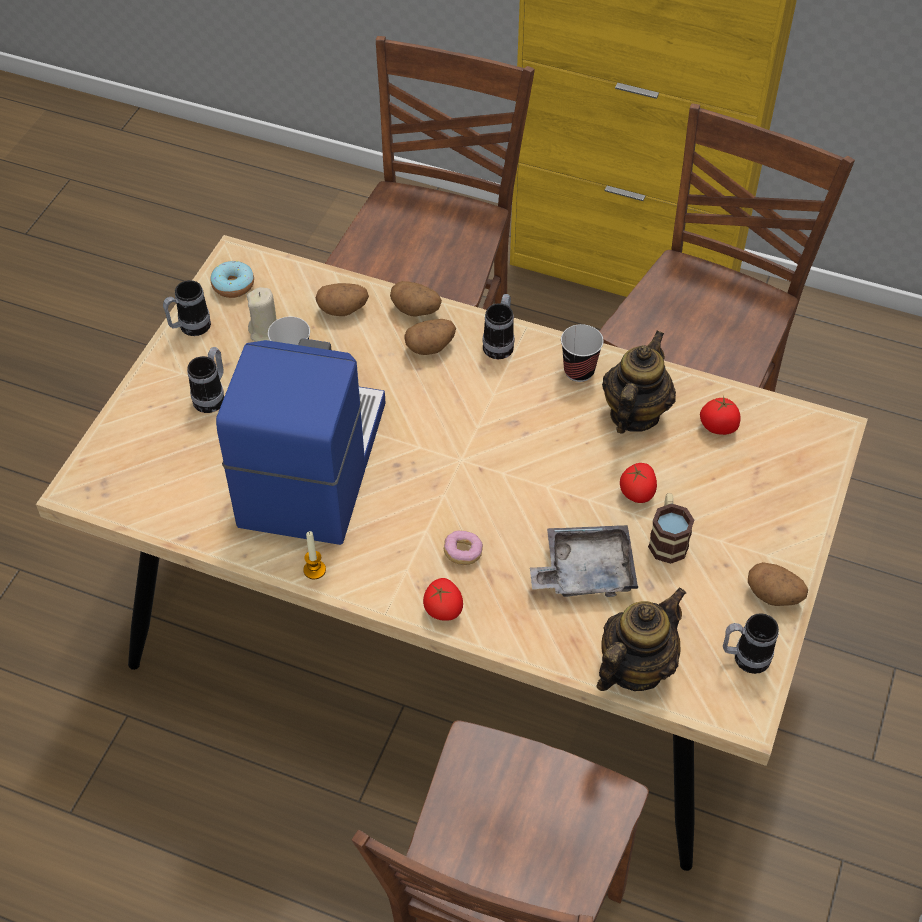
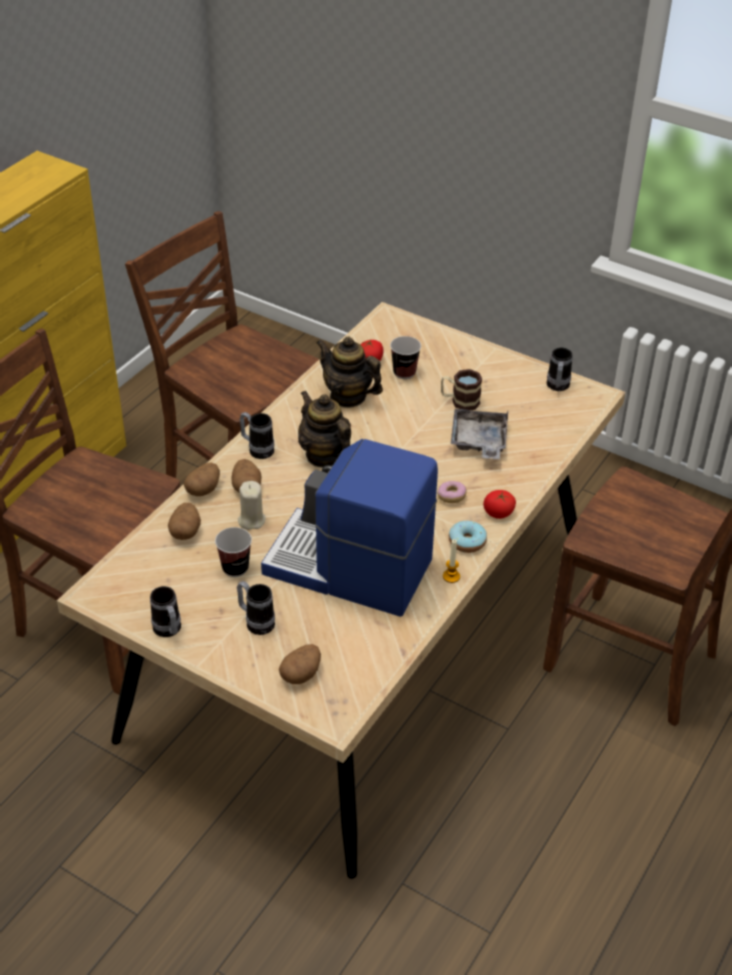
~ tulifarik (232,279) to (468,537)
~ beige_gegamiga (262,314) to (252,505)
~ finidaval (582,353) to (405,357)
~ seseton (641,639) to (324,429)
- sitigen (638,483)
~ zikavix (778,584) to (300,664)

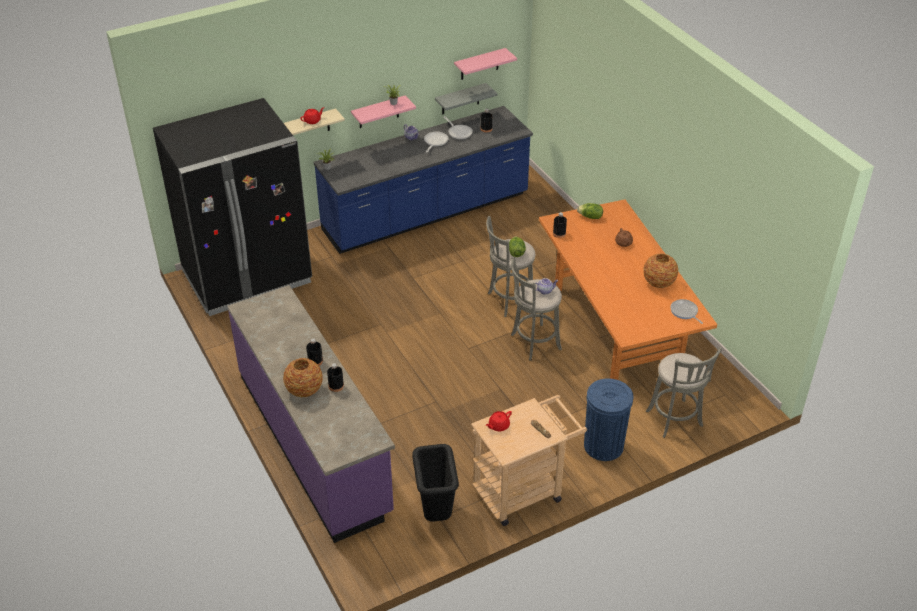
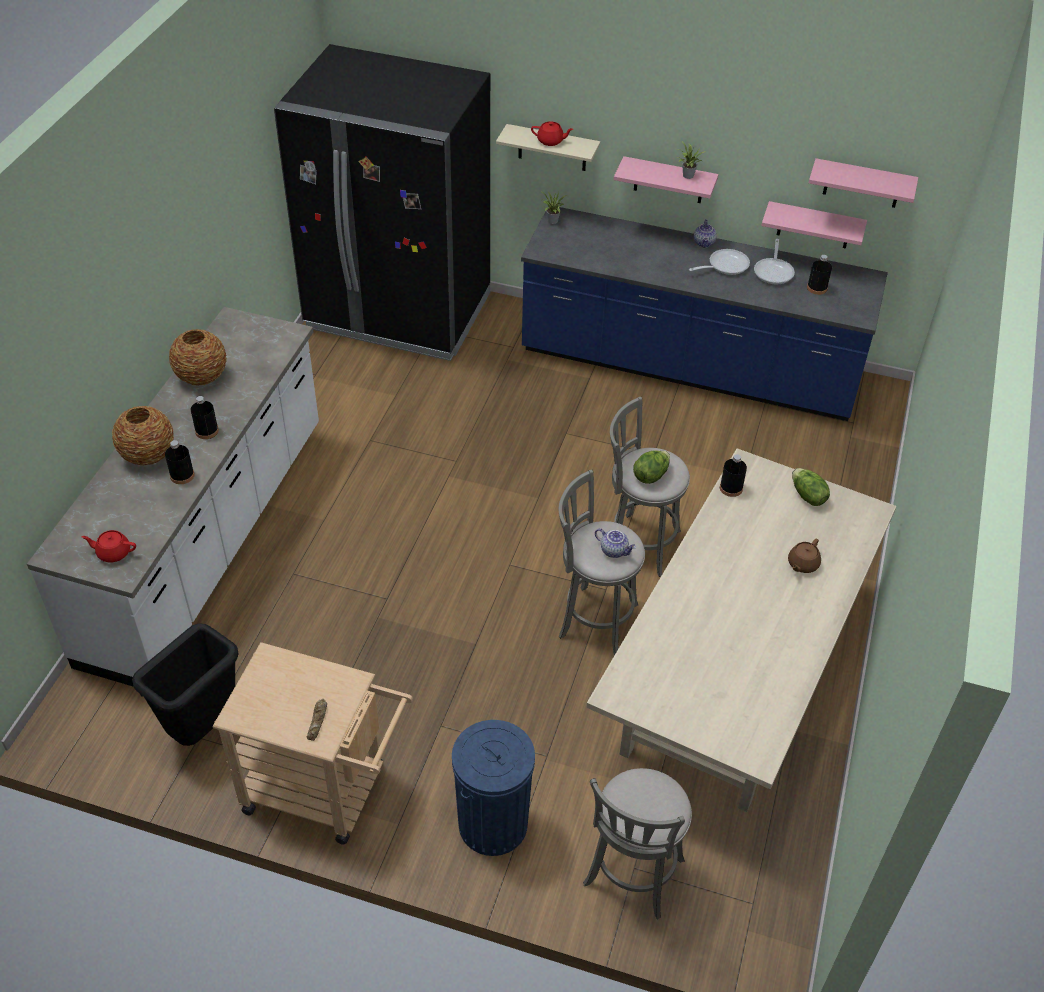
~ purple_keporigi (311,414) to white_keporigi (173,496)
~ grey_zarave (466,98) to pink_zarave (814,225)
~ red_seseton (499,421) to (108,546)
~ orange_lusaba (628,289) to beige_lusaba (741,630)
~ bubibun (660,270) to (198,357)
- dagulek (687,311)

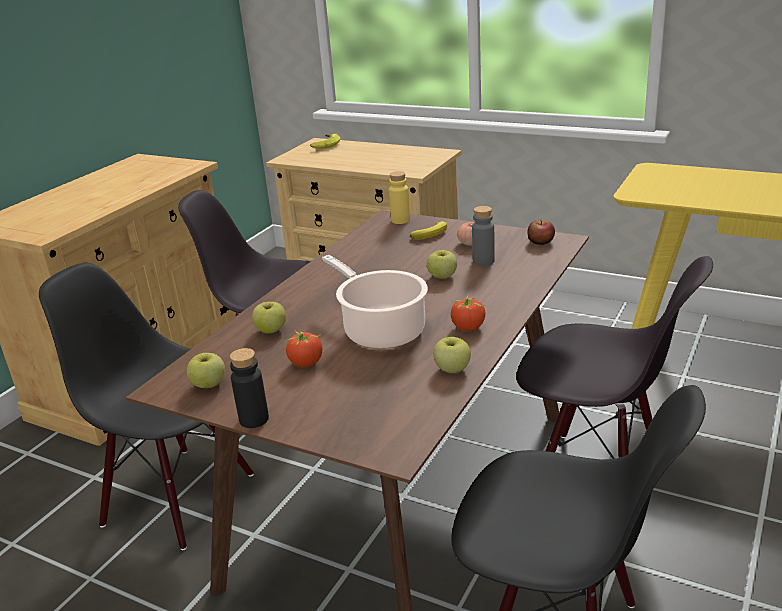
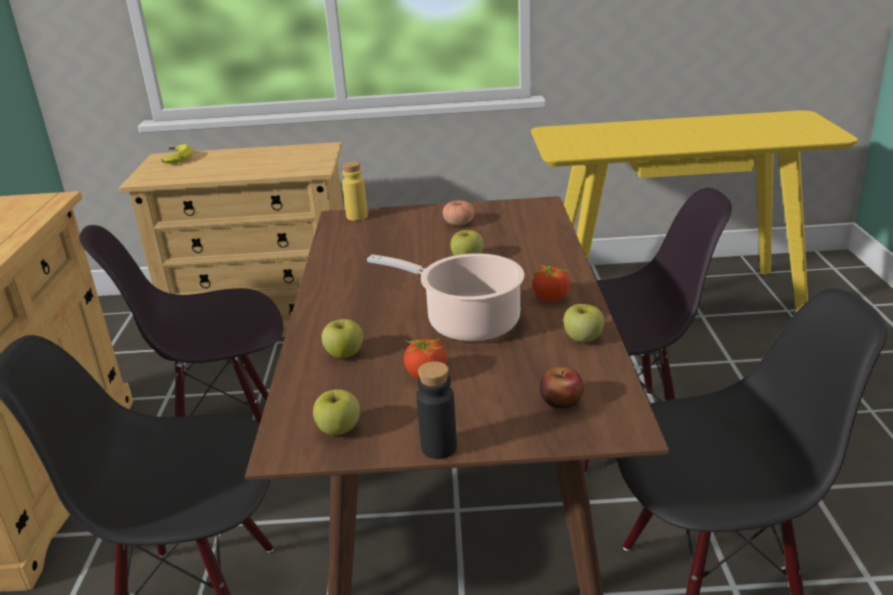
- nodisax (428,230)
- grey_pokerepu (483,236)
~ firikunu (541,232) to (562,387)

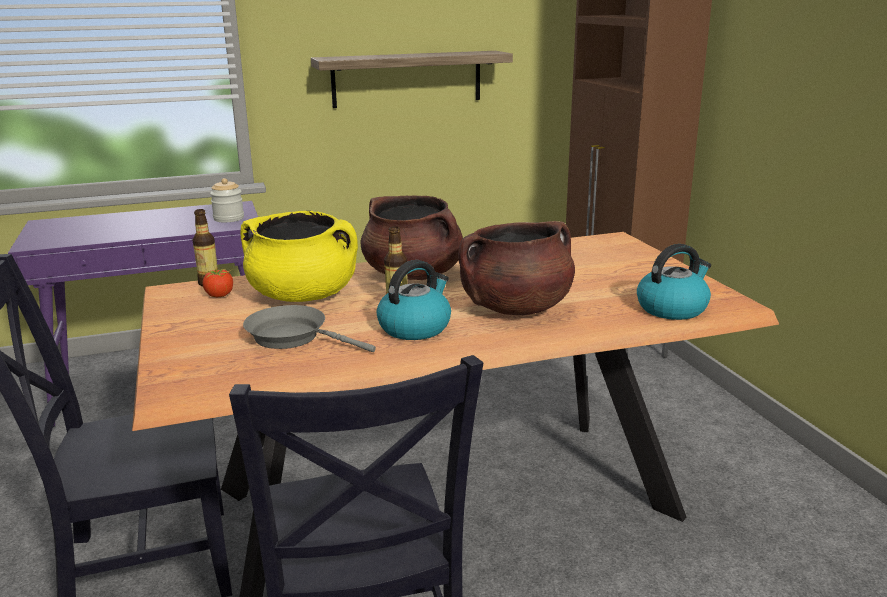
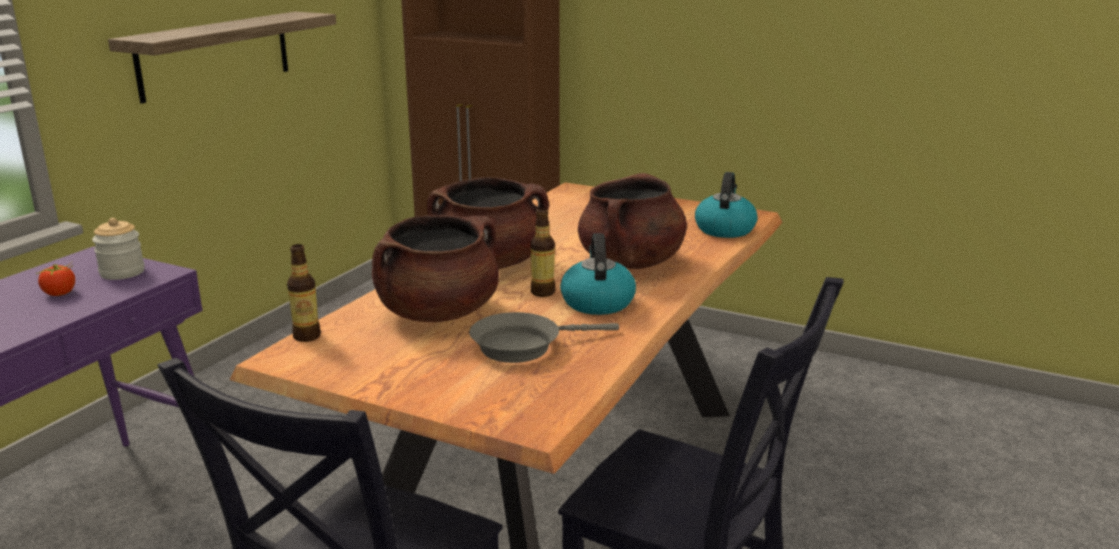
~ sitigen (217,282) to (56,279)
~ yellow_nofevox (299,256) to brown_nofevox (435,268)

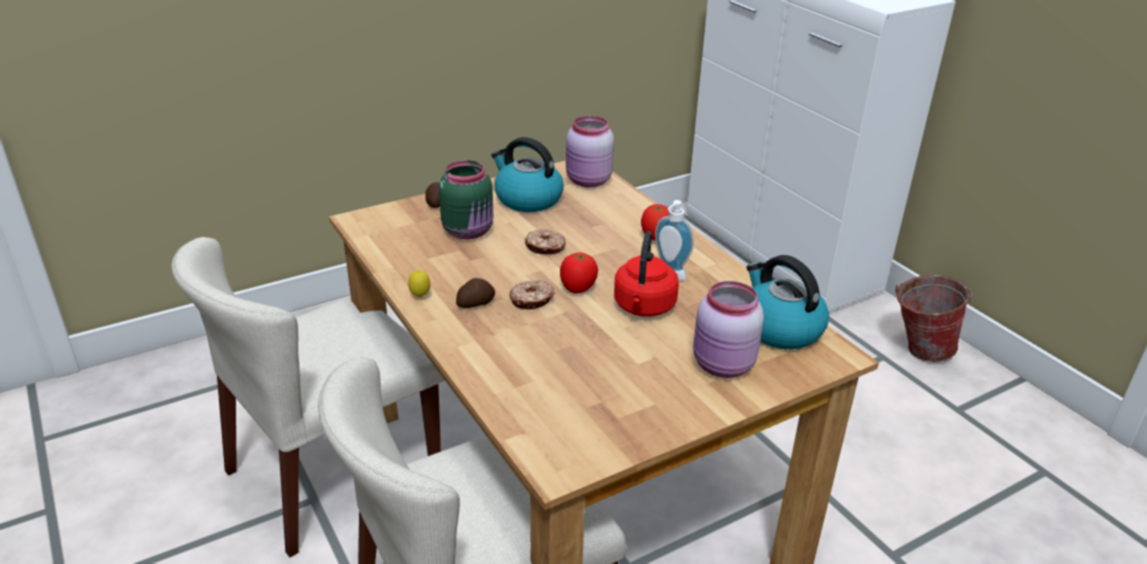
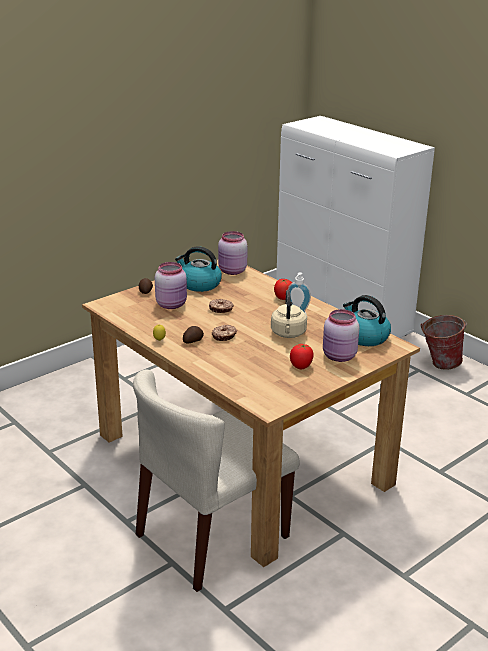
- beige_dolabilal (307,397)
~ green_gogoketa (466,199) to pink_gogoketa (171,285)
~ sitigen (579,272) to (302,356)
~ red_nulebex (646,274) to beige_nulebex (289,314)

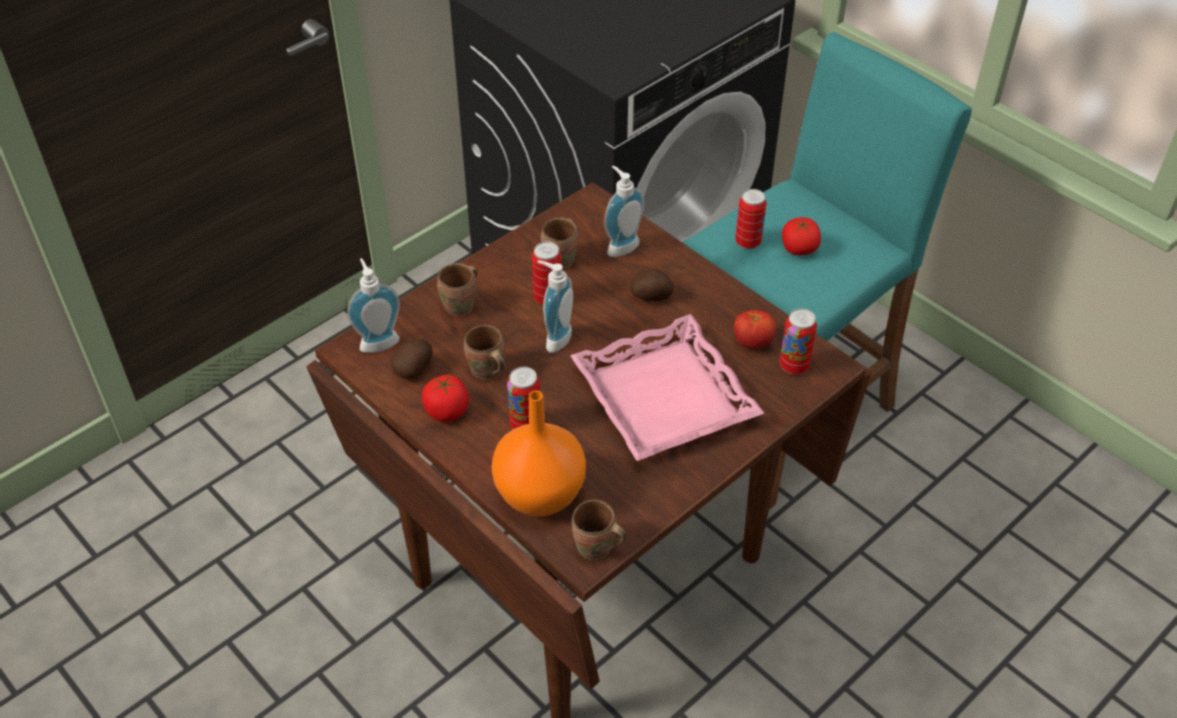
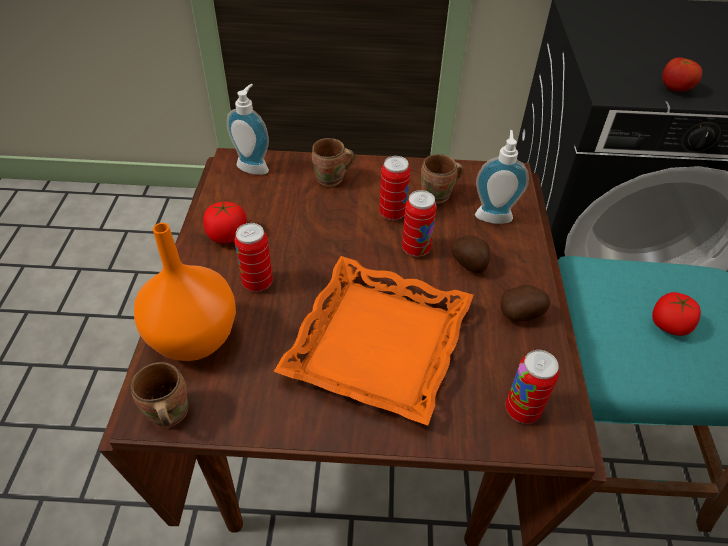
~ zikavix (411,359) to (526,302)
- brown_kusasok (484,352)
- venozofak (555,306)
~ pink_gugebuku (667,387) to orange_gugebuku (373,341)
~ sitigen (755,329) to (682,74)
~ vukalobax (750,219) to (419,223)

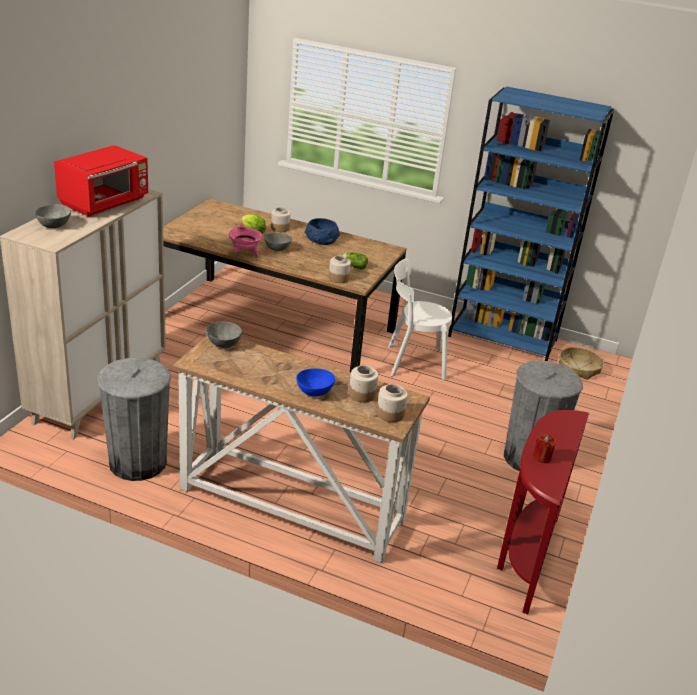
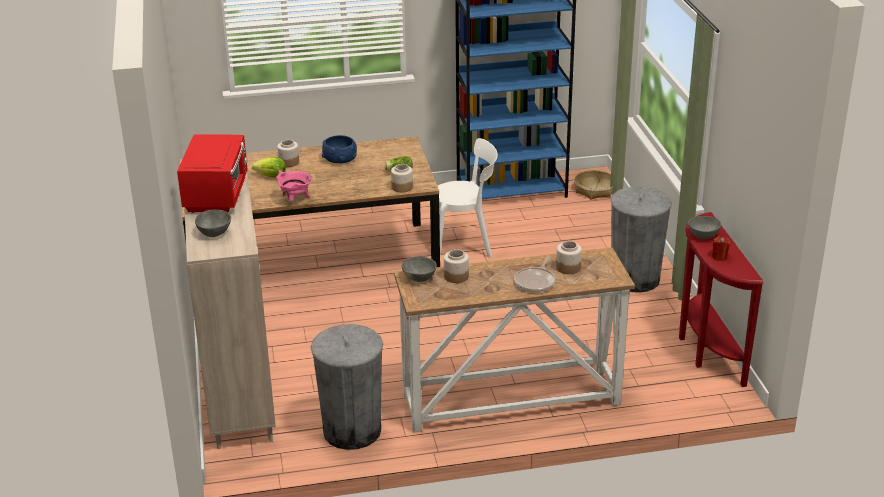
~ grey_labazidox (278,242) to (704,227)
~ blue_labazidox (315,382) to dagulek (535,274)
~ gogoketa (392,403) to (456,266)
~ white_dolabilal (420,319) = (468,198) 150 degrees counterclockwise

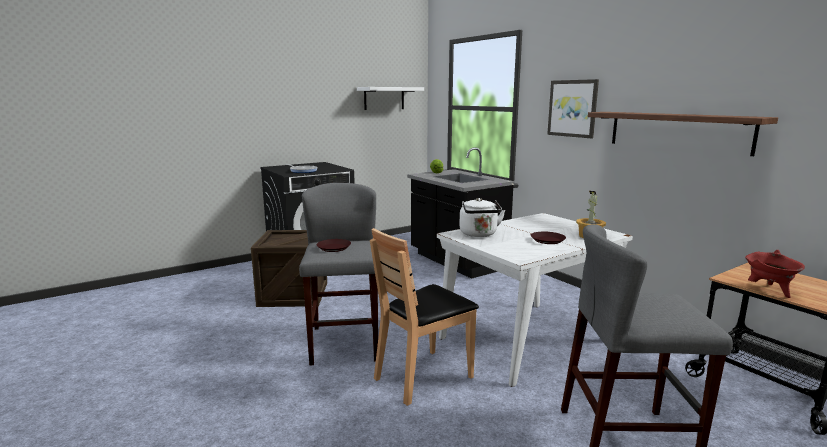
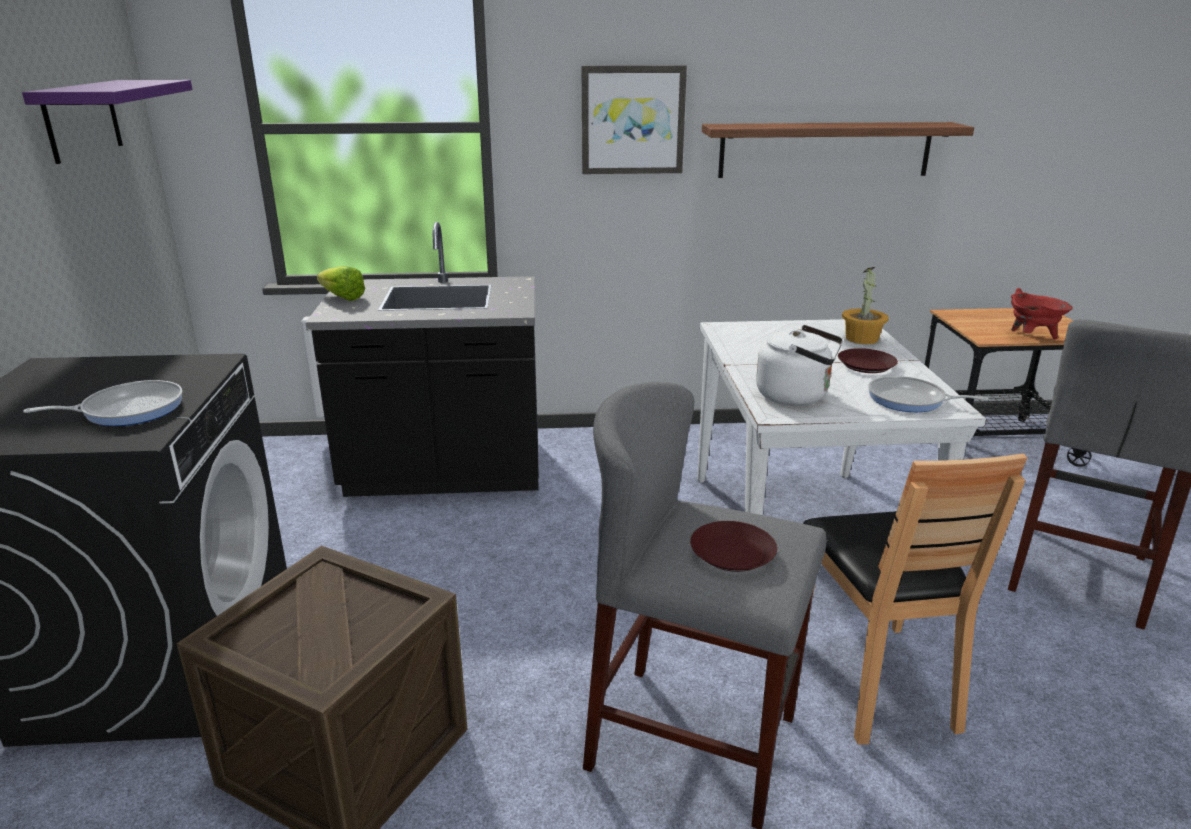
~ white_zarave (390,98) to purple_zarave (107,122)
+ dagulek (928,394)

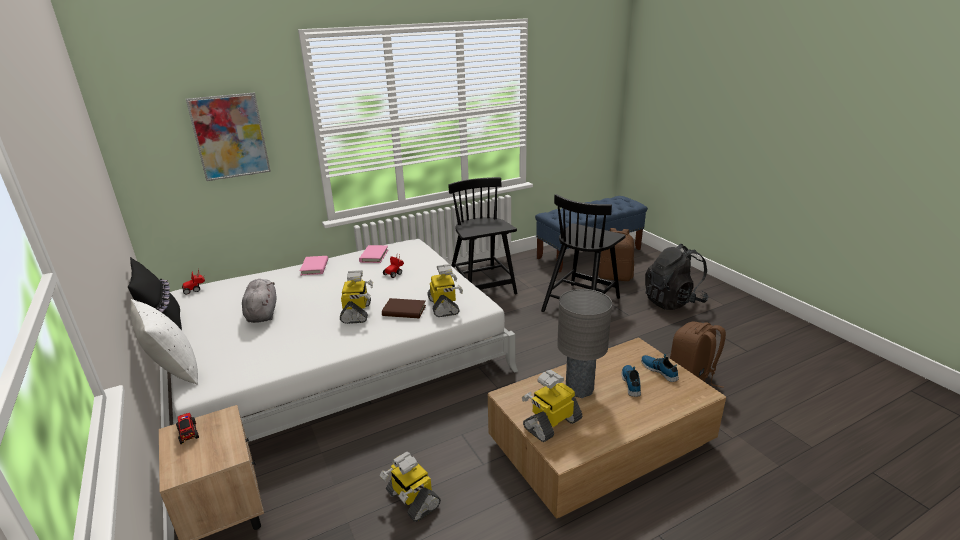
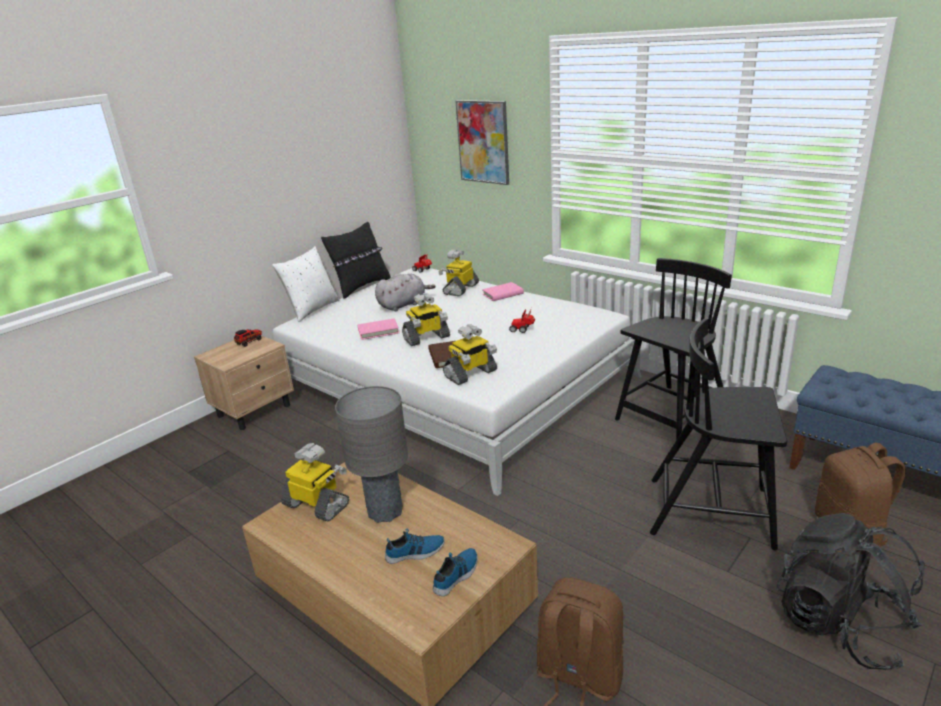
~ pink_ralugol (373,254) to (378,329)
~ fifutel (410,487) to (459,273)

